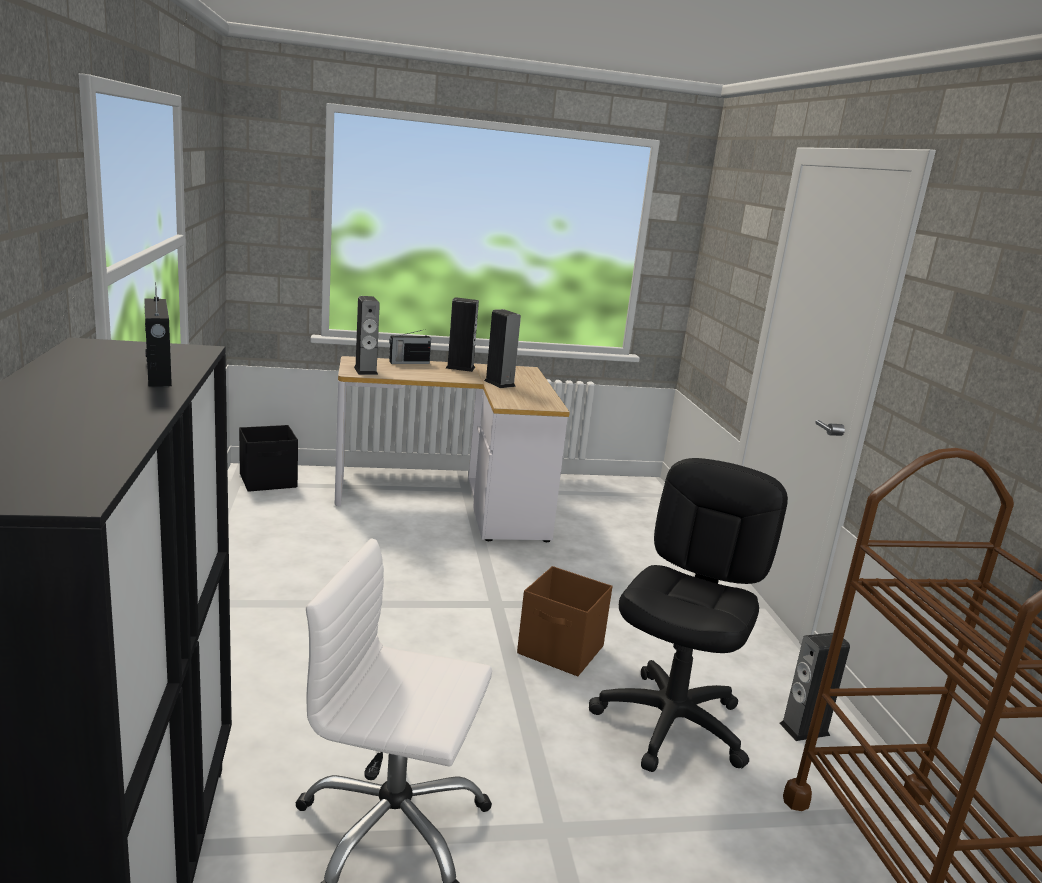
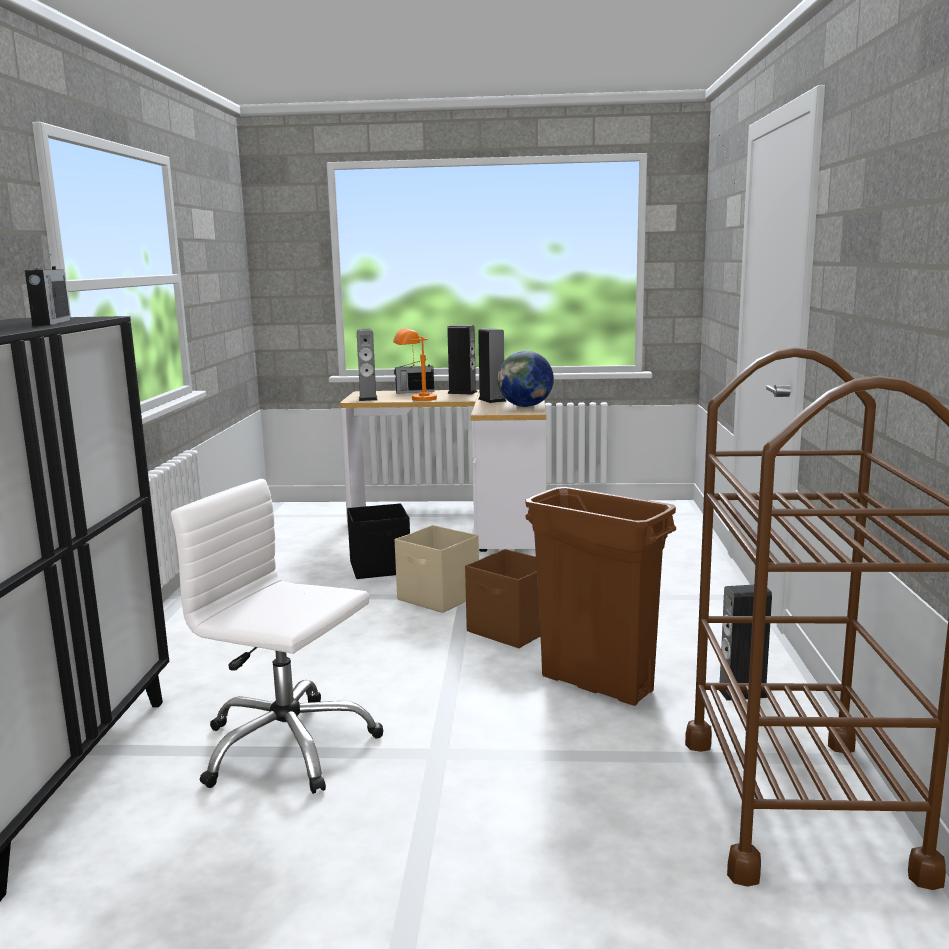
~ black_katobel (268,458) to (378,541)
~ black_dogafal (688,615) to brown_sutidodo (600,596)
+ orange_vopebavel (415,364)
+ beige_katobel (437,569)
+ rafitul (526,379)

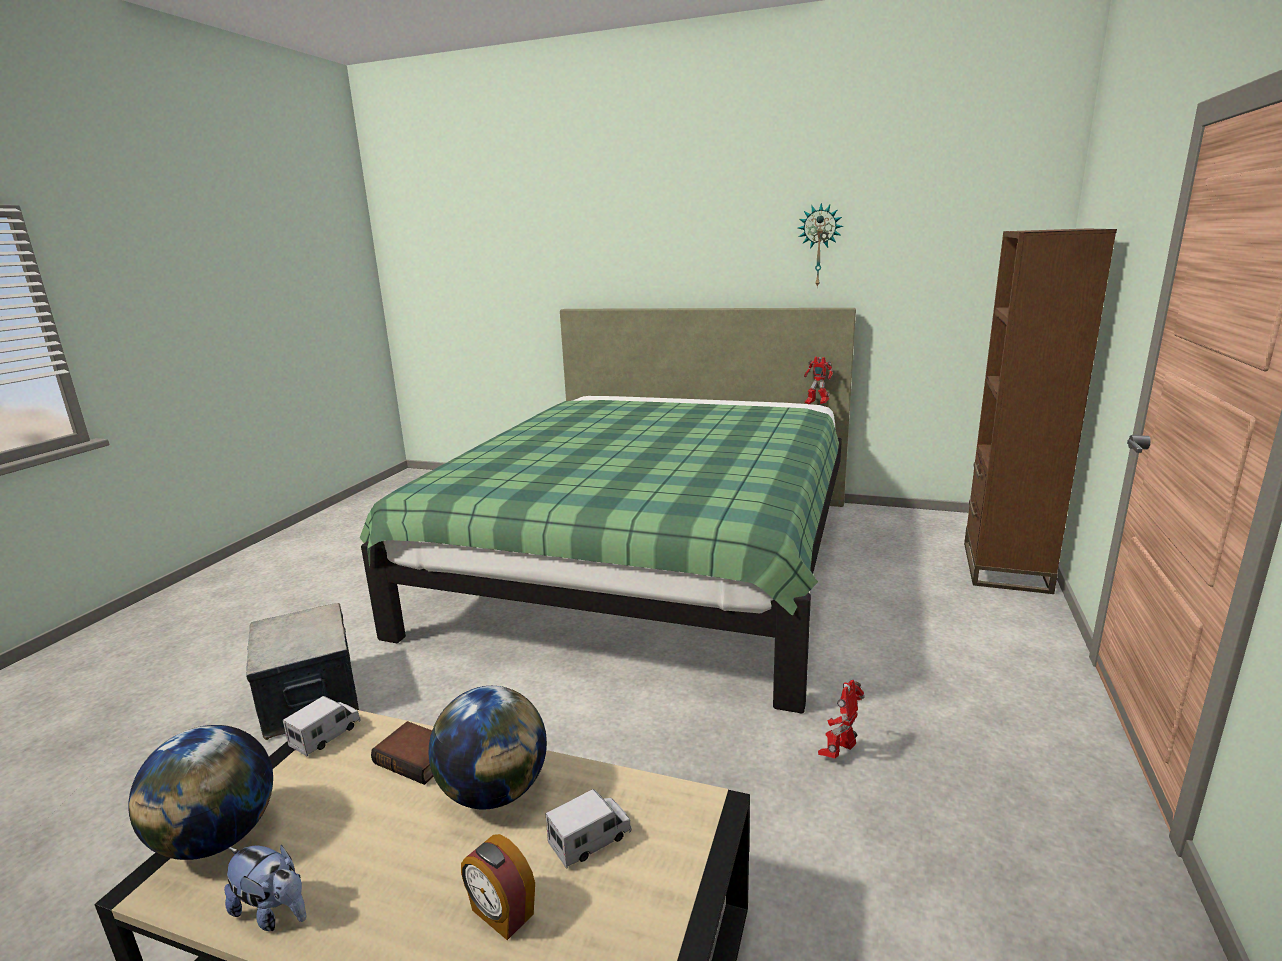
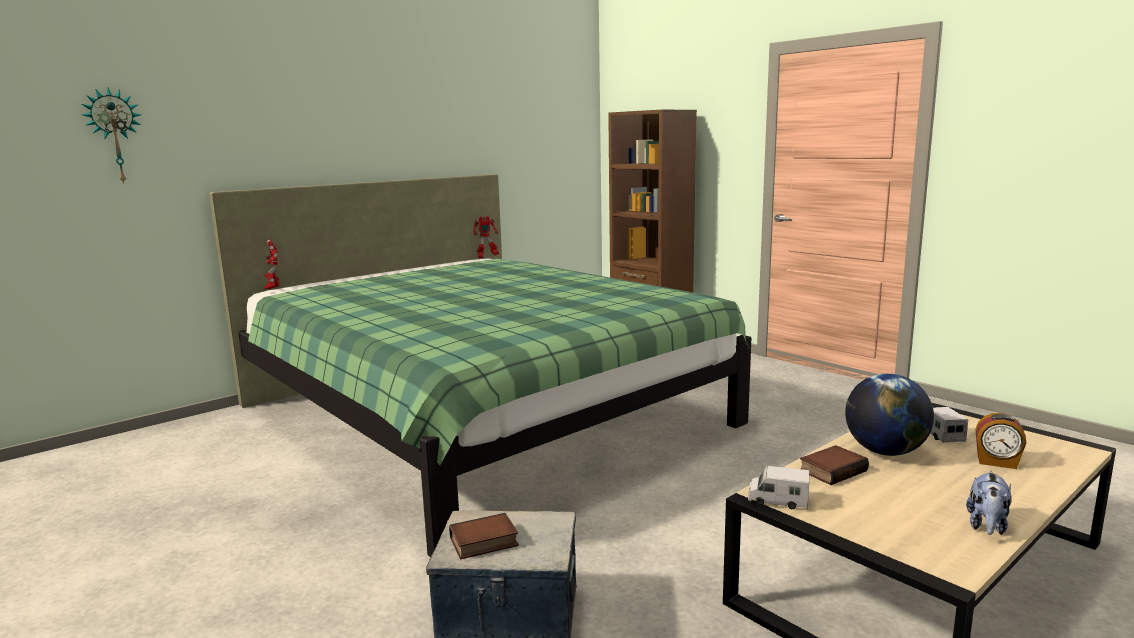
- rafitul (200,792)
~ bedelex (265,888) = (989,503) 150 degrees clockwise
~ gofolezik (322,726) = (778,487) 45 degrees counterclockwise
~ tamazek (498,887) = (1000,441) 45 degrees clockwise
~ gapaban (820,245) to (111,136)
~ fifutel (841,719) to (272,264)
+ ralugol (484,536)

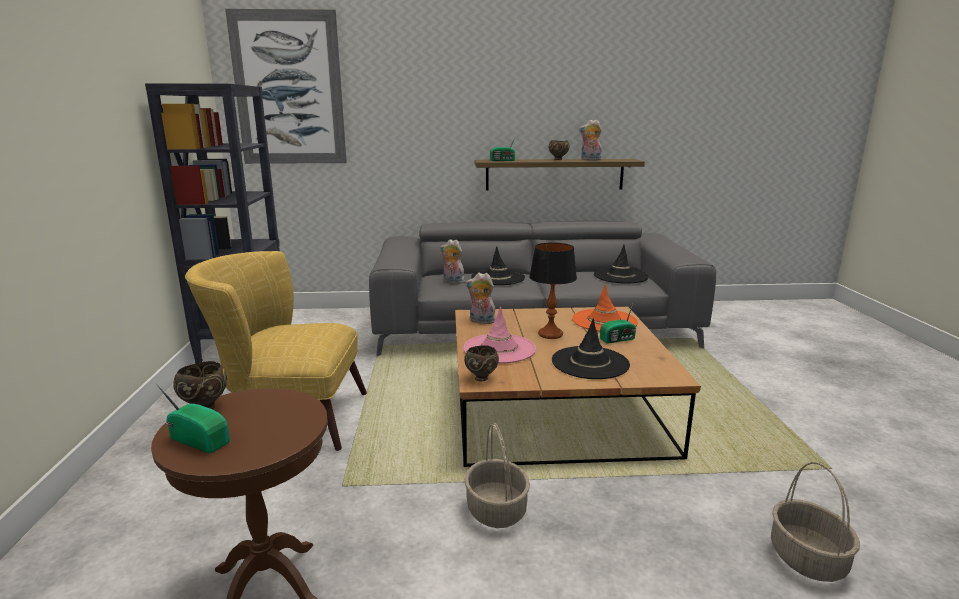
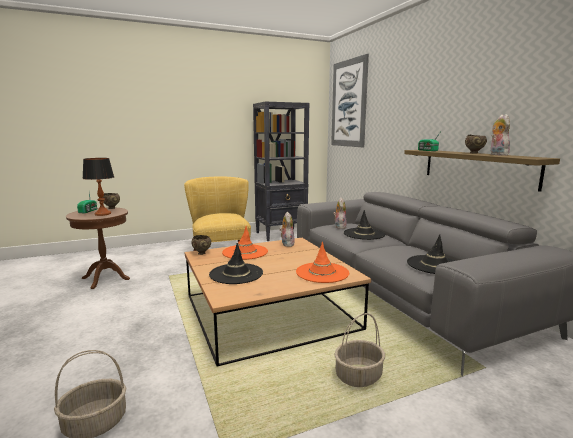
~ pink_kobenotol (499,335) to orange_kobenotol (245,243)
~ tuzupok (497,475) to (359,350)
~ vopebavel (553,290) to (98,187)
- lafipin (618,324)

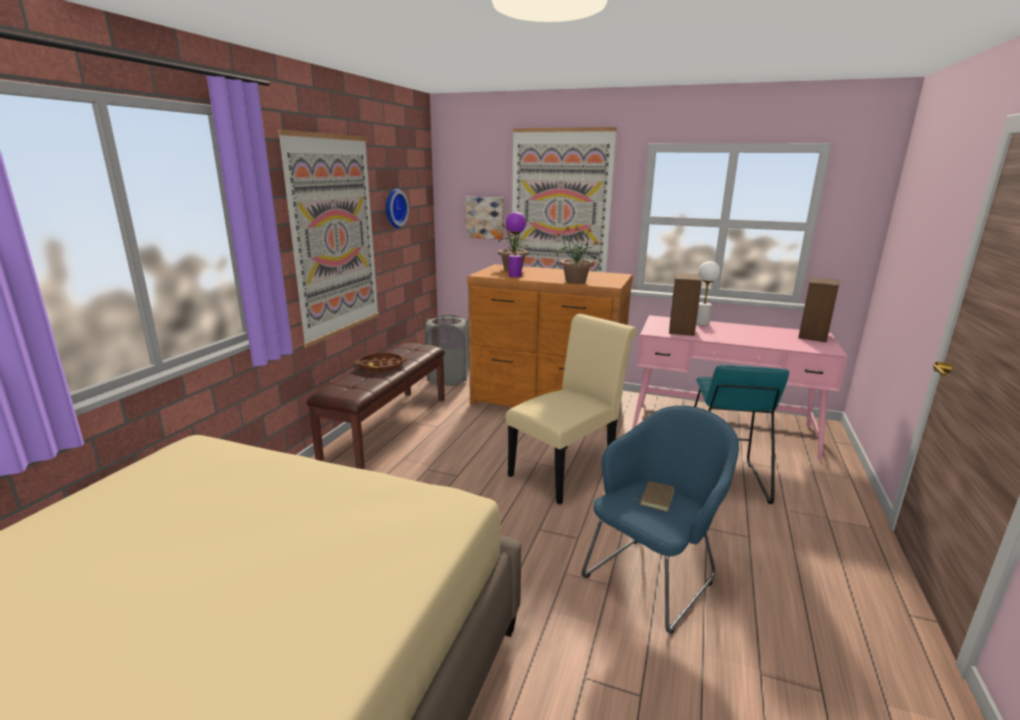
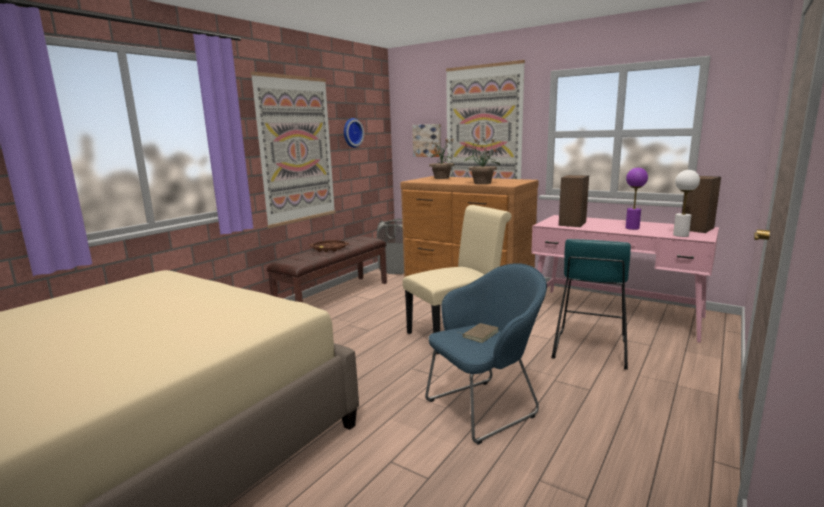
~ purple_vopebavel (516,244) to (636,199)
~ white_vopebavel (708,293) to (686,203)

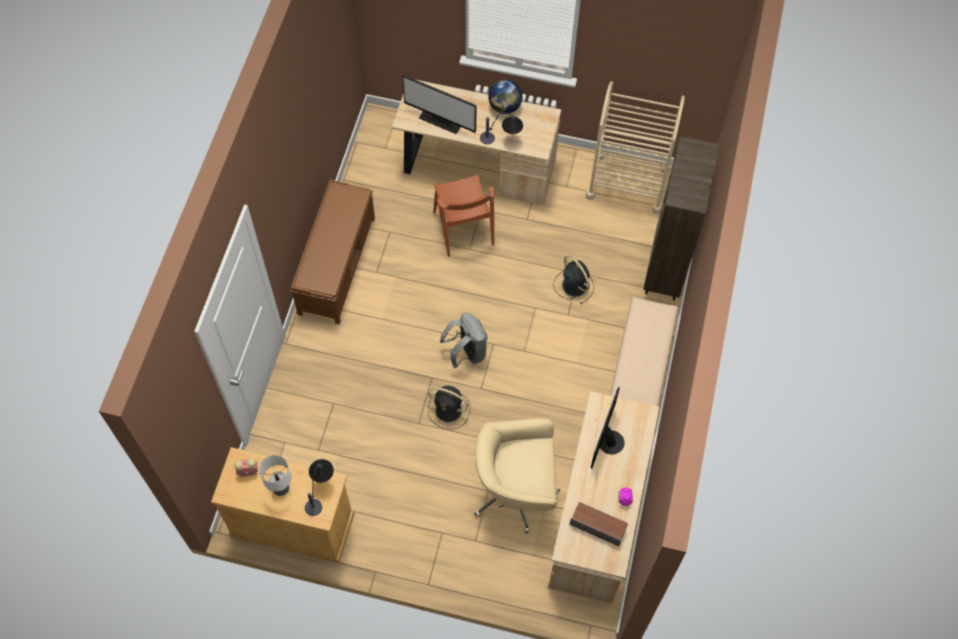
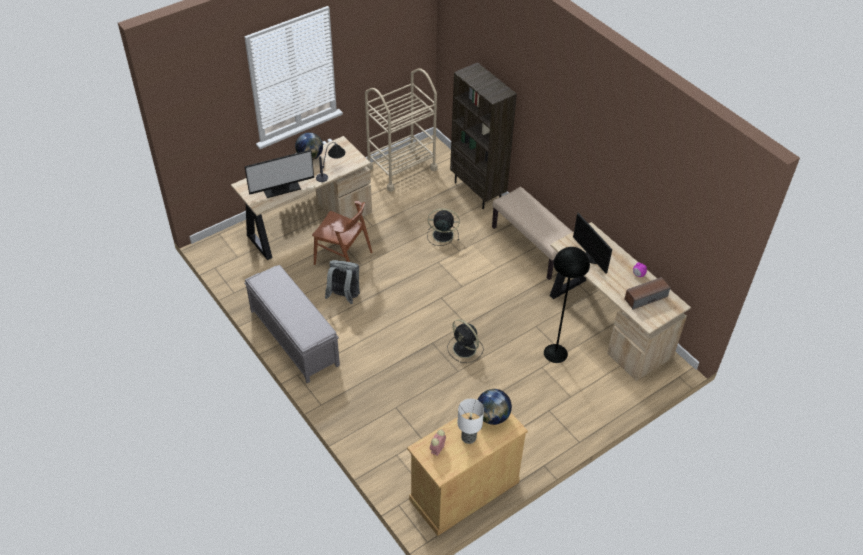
~ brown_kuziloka (332,252) to grey_kuziloka (292,324)
~ vopebavel (319,487) to rafitul (495,407)
~ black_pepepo (449,407) = (466,341) 75 degrees clockwise
~ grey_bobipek (464,340) to (342,282)
~ beige_dogafal (517,476) to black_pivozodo (567,305)

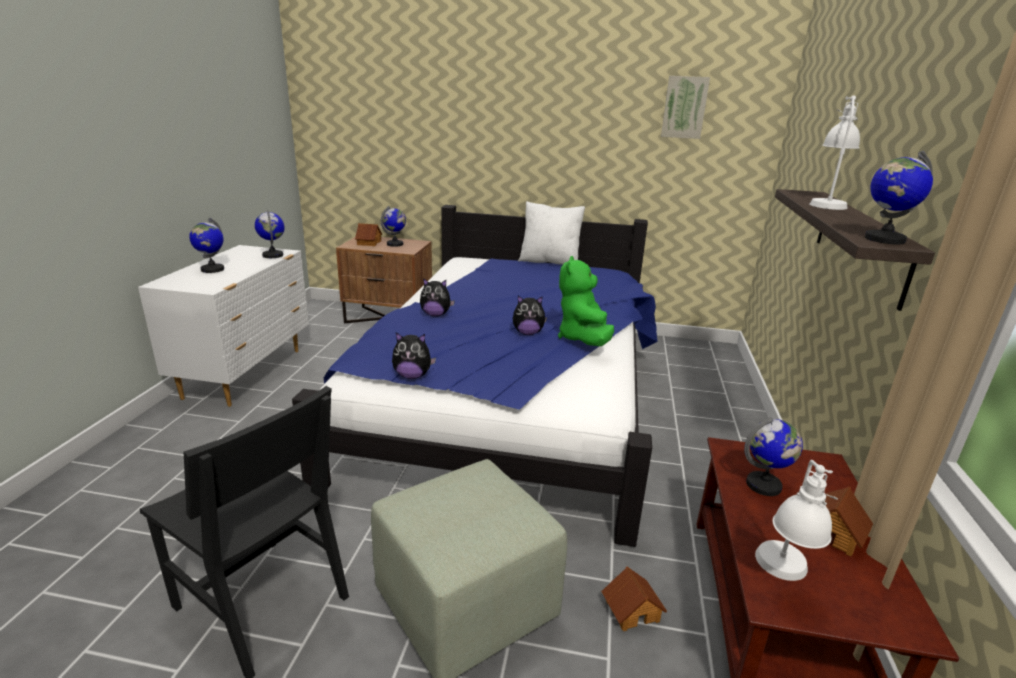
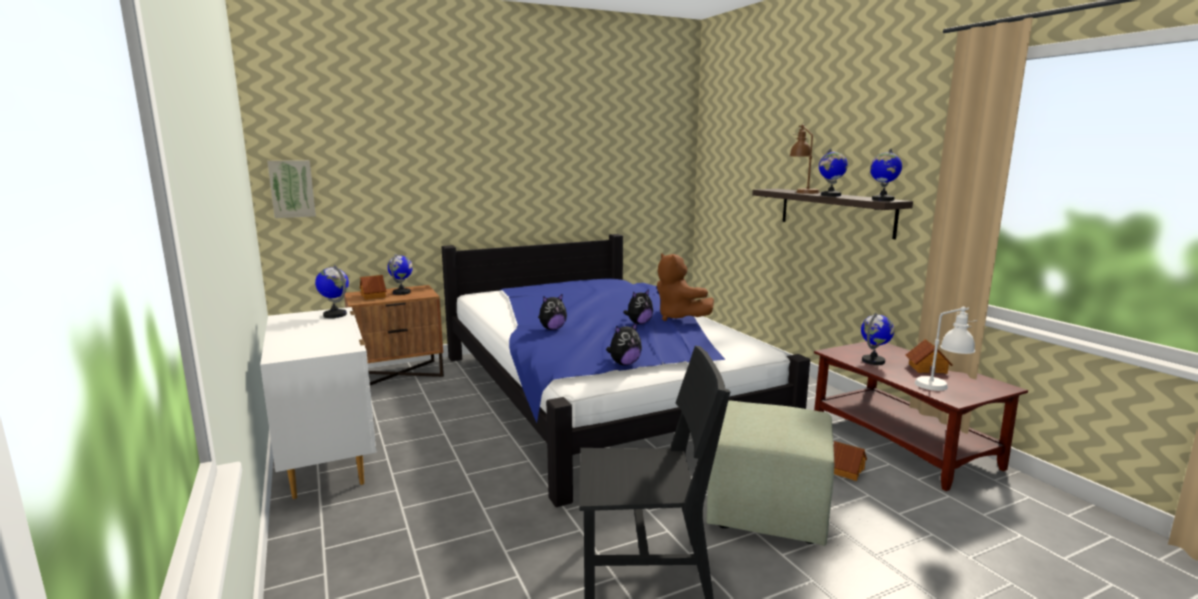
~ rafitul (206,245) to (833,172)
- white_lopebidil (551,233)
~ green_bedelex (586,301) to brown_bedelex (685,287)
~ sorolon (685,107) to (291,189)
~ white_vopebavel (835,152) to brown_vopebavel (804,159)

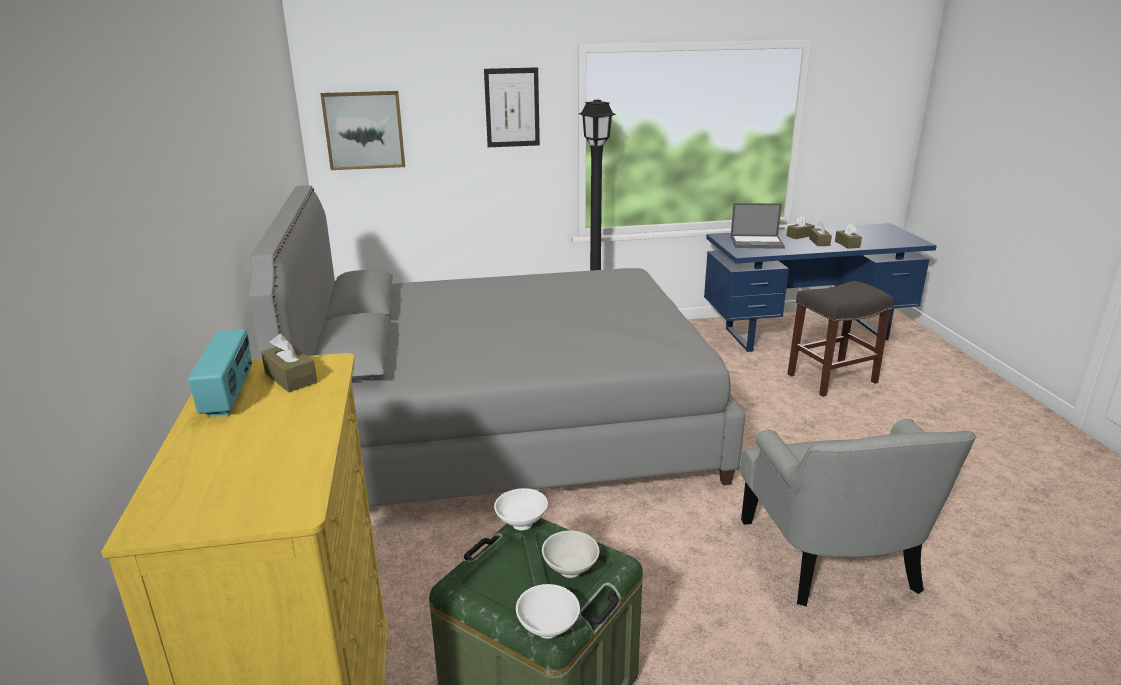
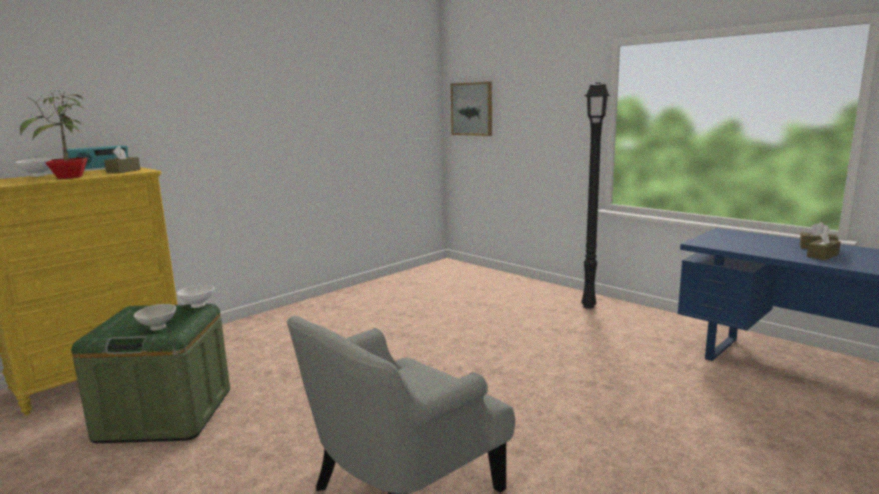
- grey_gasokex (496,346)
- sorolon (512,107)
~ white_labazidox (548,611) to (35,167)
- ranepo (758,226)
- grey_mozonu (841,339)
- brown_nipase (848,236)
+ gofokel (54,134)

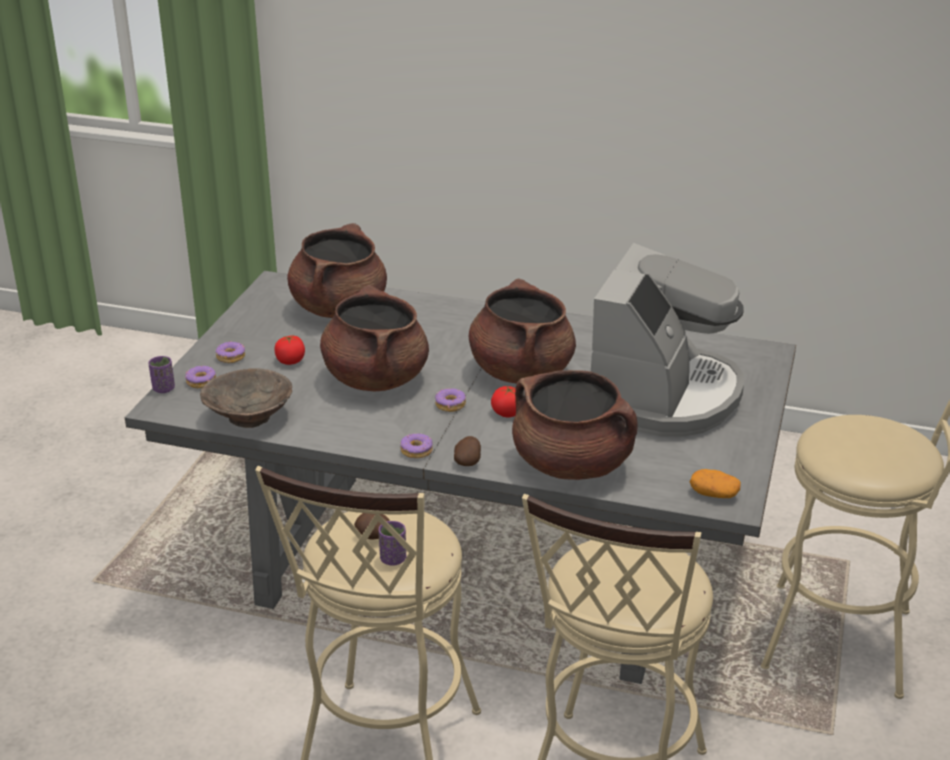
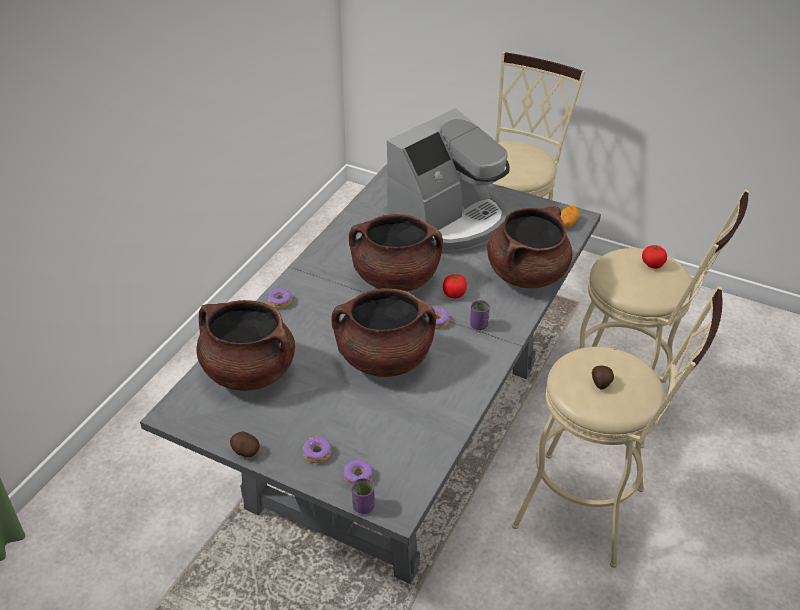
- brown_labazidox (246,398)
~ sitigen (290,350) to (654,257)
~ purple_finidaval (392,543) to (480,315)
~ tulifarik (416,445) to (280,298)
~ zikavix (467,451) to (245,444)
~ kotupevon (667,340) = (446,180) 105 degrees clockwise

